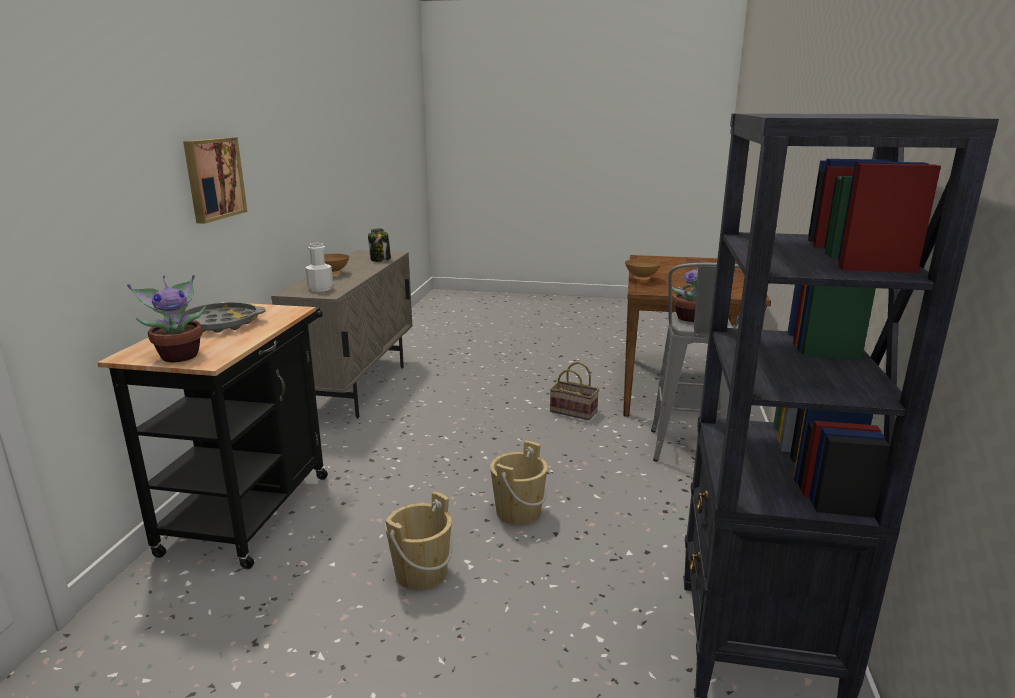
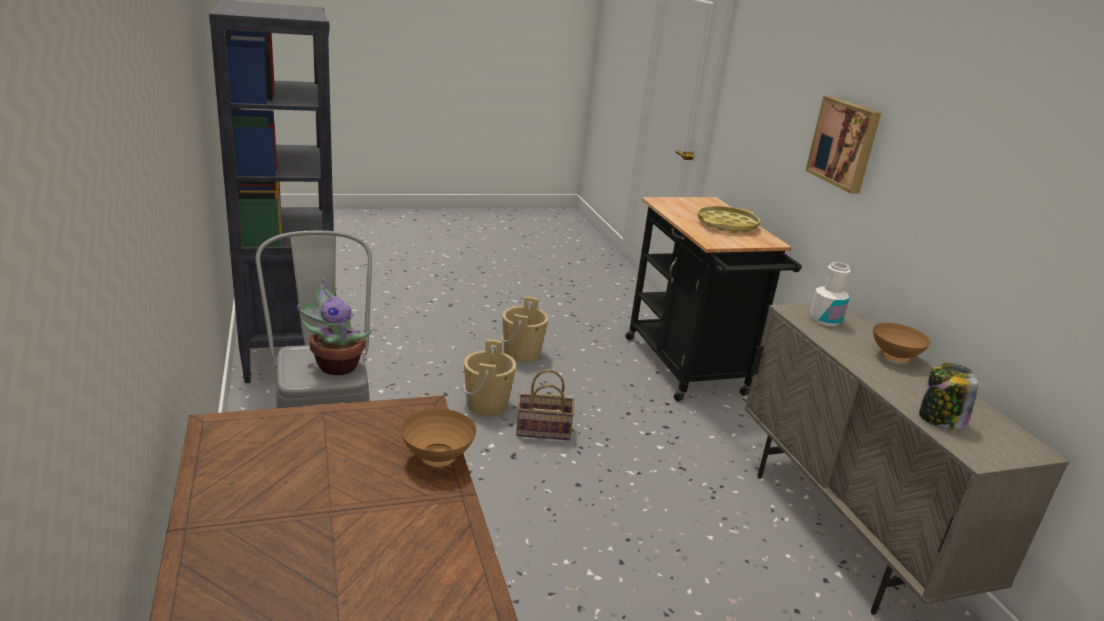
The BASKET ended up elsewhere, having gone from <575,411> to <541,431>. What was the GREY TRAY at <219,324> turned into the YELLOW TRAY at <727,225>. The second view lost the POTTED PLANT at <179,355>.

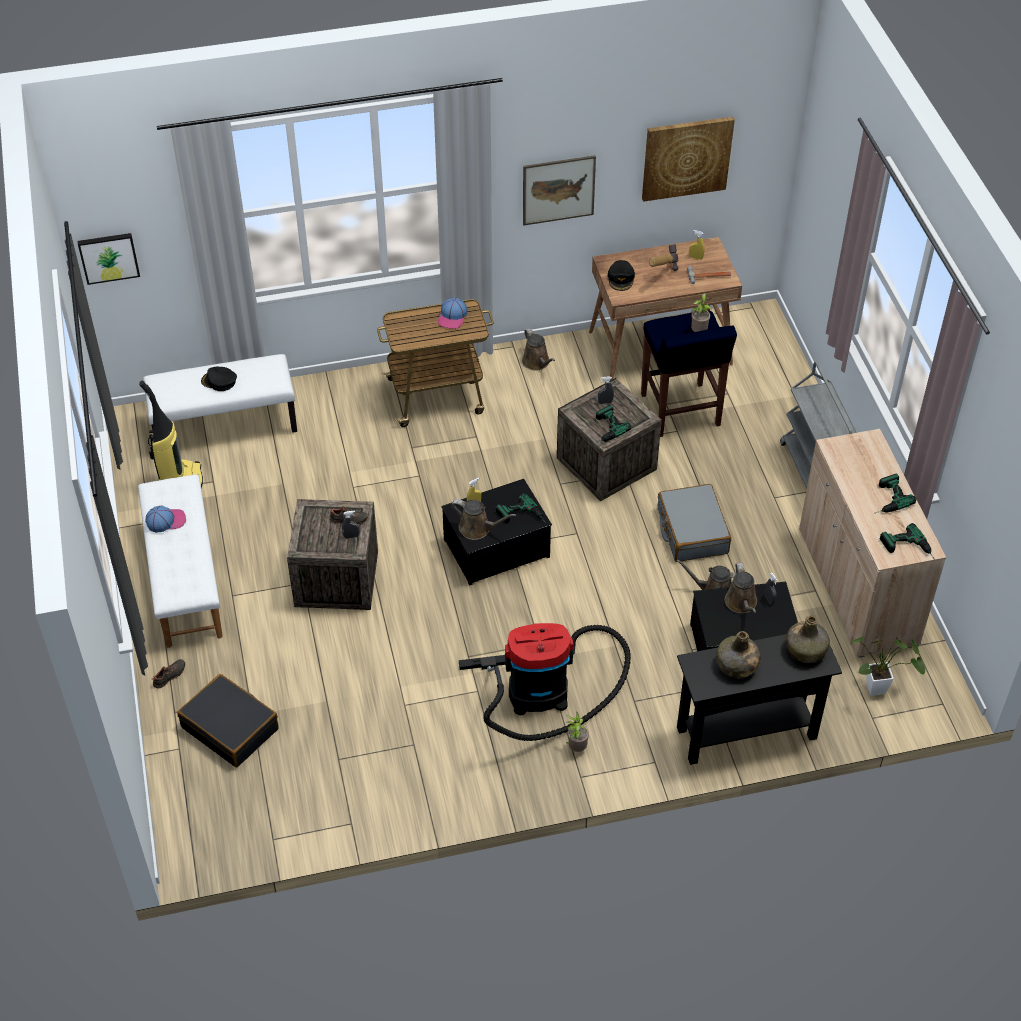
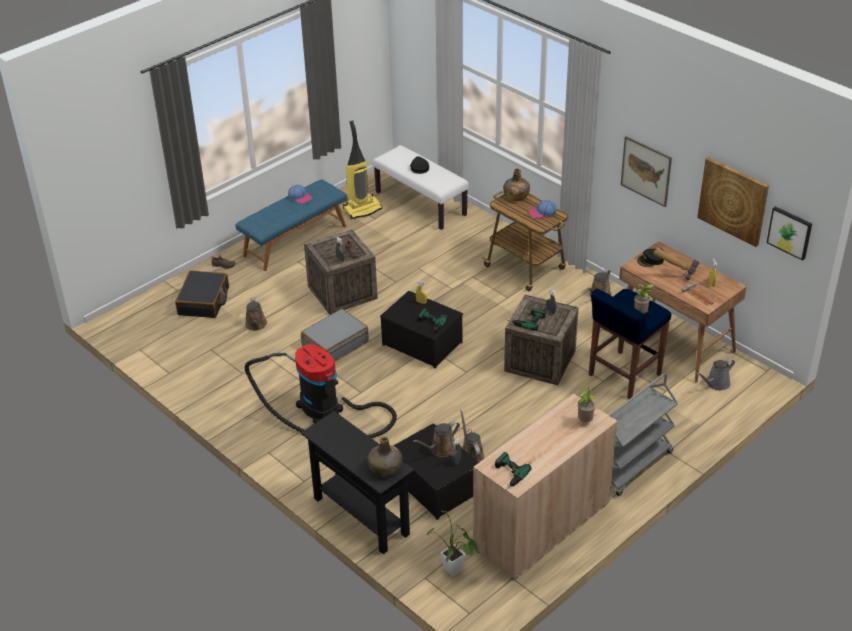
What was the WHITE BENCH at <184,579> turned into the BLUE BENCH at <294,240>. The BROWN WATERING CAN ended up elsewhere, having gone from <478,529> to <256,325>. The GREY SUITCASE ended up elsewhere, having gone from <691,531> to <335,343>. The GREEN BOTTLE ended up elsewhere, having gone from <736,665> to <516,196>. The POTTED PLANT ended up elsewhere, having gone from <576,747> to <585,420>. The second view gained the GREY WATERING CAN at <716,384>. The PICTURE ended up elsewhere, having gone from <108,257> to <790,232>. The second view lost the POWER DRILL at <886,499>.

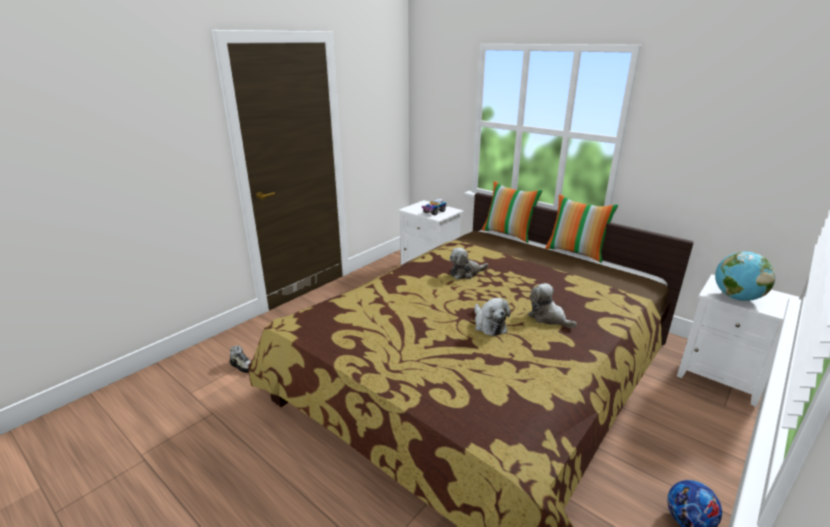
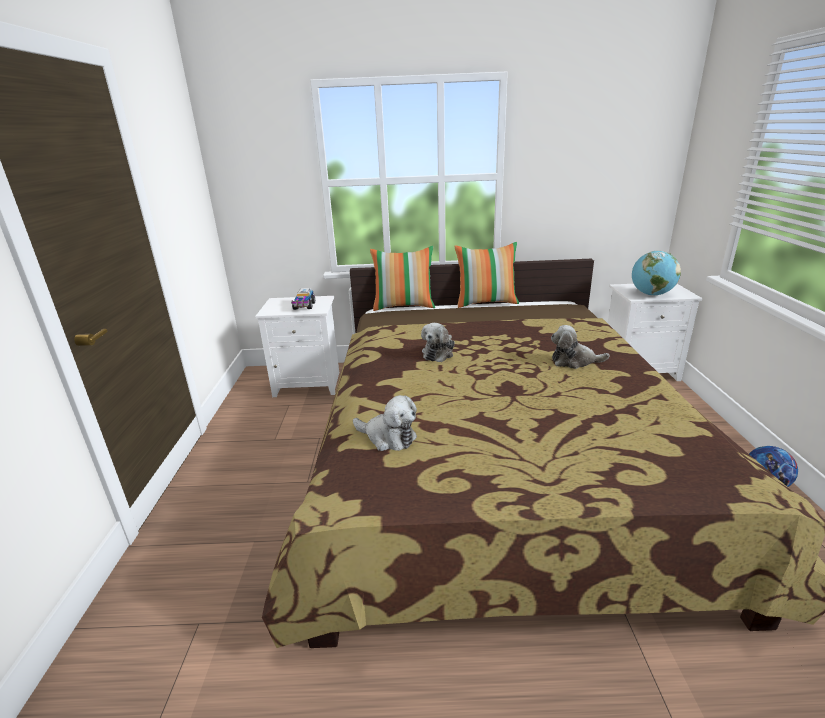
The PLUSH TOY ended up elsewhere, having gone from <489,325> to <388,437>. The second view lost the SHOE at <243,366>.

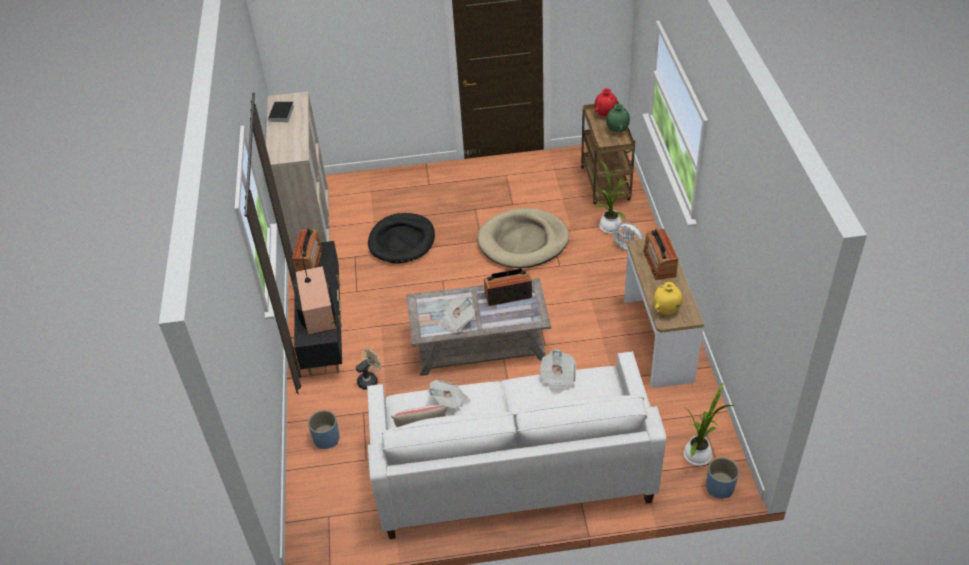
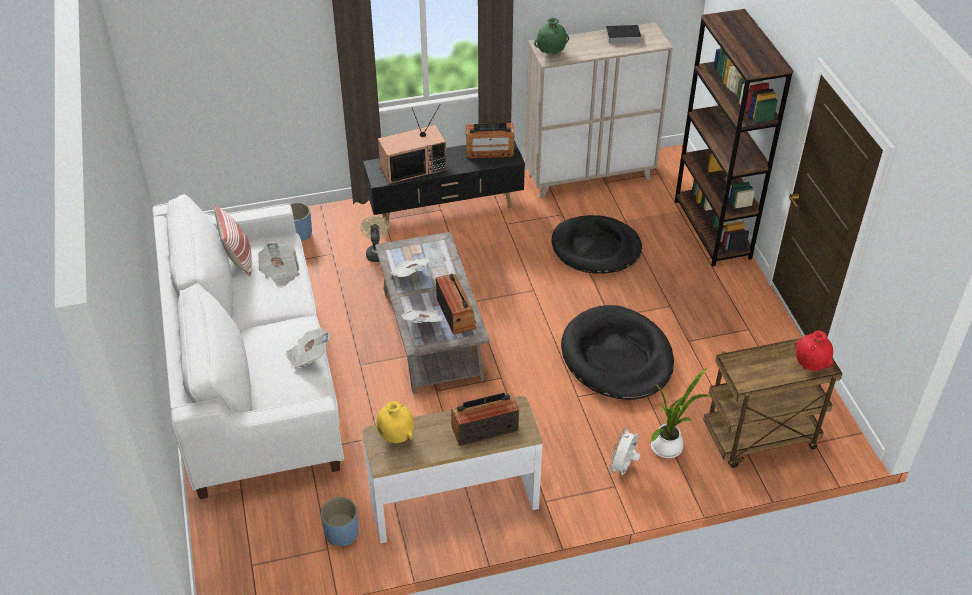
The BLUE PLANTER ended up elsewhere, having gone from <719,487> to <342,533>. The BEIGE FAN at <370,380> ended up facing another way, 135 degrees counterclockwise from before. The second view gained the NEWSPAPER at <424,324>. The GREEN VASE ended up elsewhere, having gone from <617,130> to <551,52>. What was the BEIGE DOG BED at <523,241> turned into the BLACK DOG BED at <617,357>. The second view gained the BROWN BOOKCASE at <712,229>. The second view lost the POTTED PLANT at <699,454>.

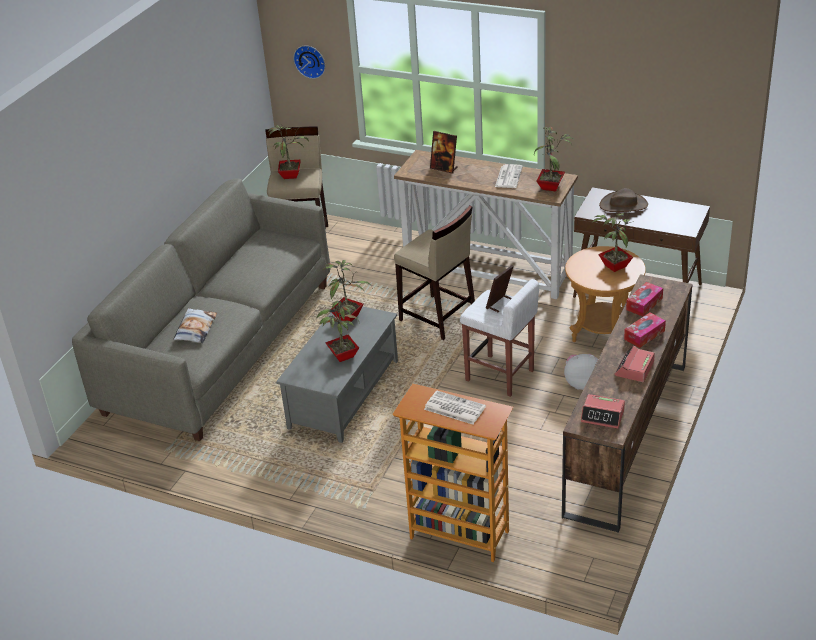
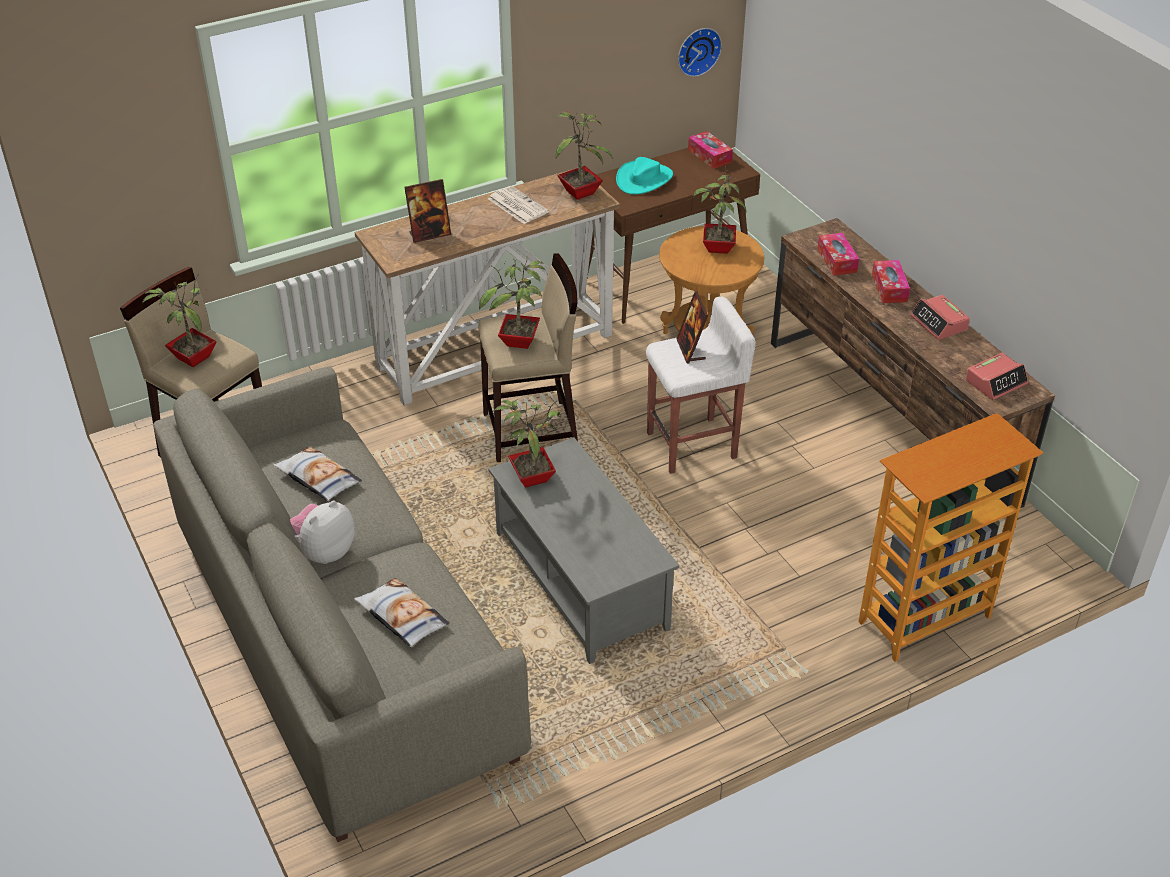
The second view gained the PILLOW at <318,479>. The PLUSH TOY ended up elsewhere, having gone from <582,383> to <323,552>. The POTTED PLANT ended up elsewhere, having gone from <342,356> to <519,343>. What was the BROWN HAT at <623,205> turned into the TURQUOISE HAT at <644,179>. The WALL CLOCK ended up elsewhere, having gone from <310,60> to <697,50>. The second view gained the TISSUE BOX at <709,156>. The second view lost the NEWSPAPER at <453,408>.

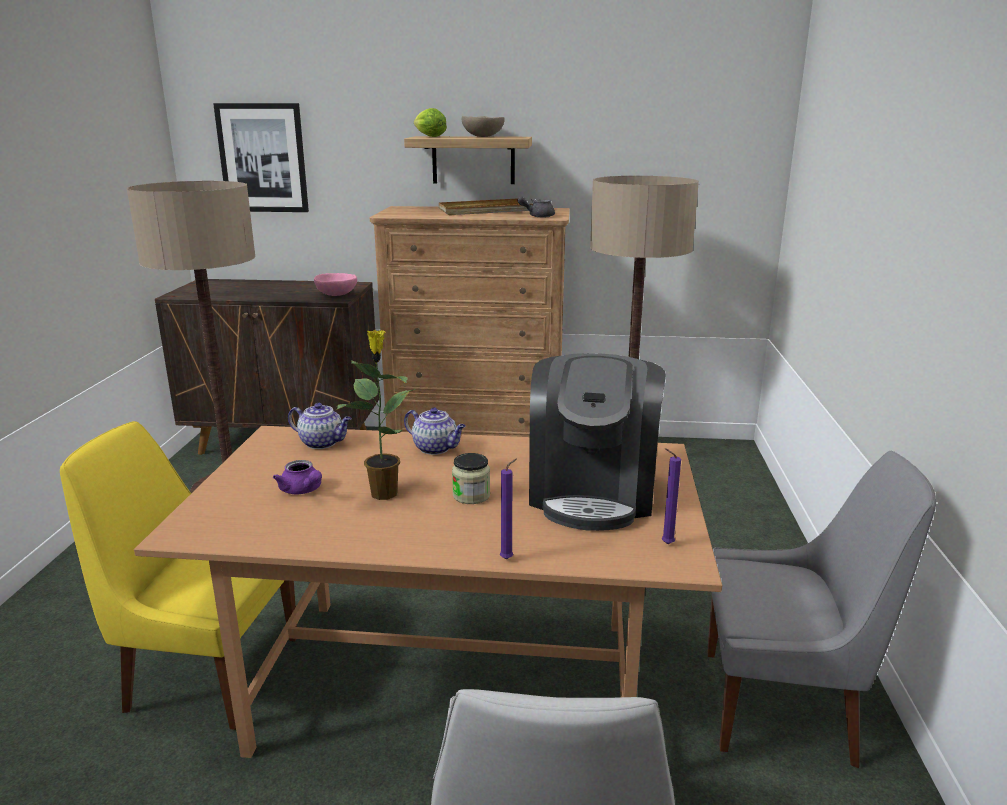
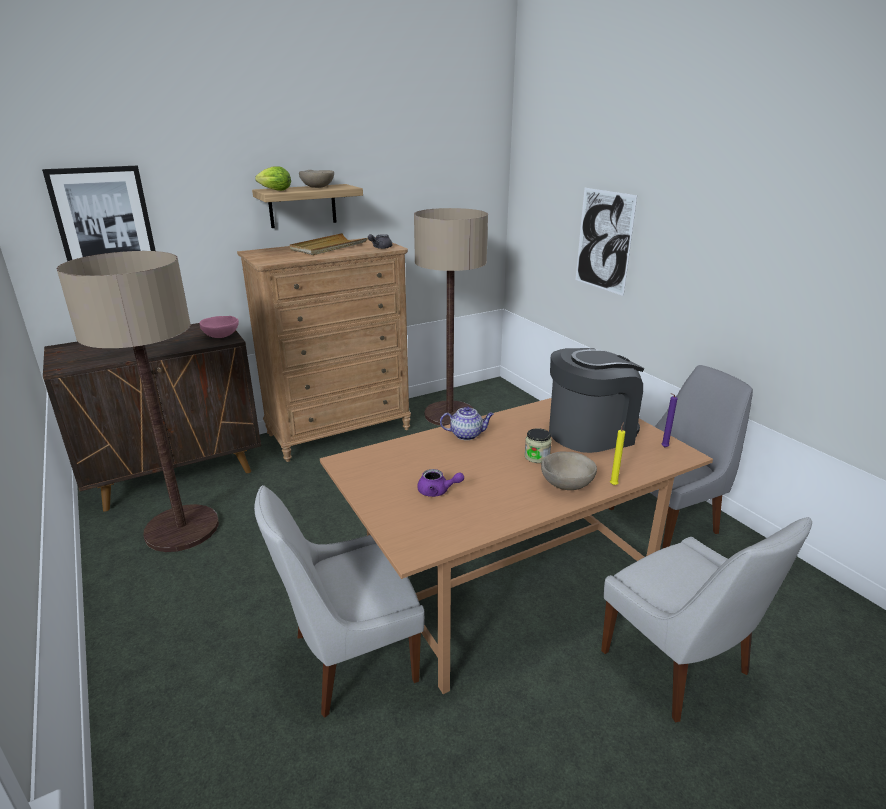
What was the YELLOW CHAIR at <208,672> turned into the WHITE CHAIR at <349,659>. The second view gained the BEIGE BOWL at <567,484>. The COFFEE MACHINE at <592,493> ended up facing another way, 90 degrees counterclockwise from before. The second view gained the PICTURE at <604,241>. What was the PURPLE CANDLE at <508,558> turned into the YELLOW CANDLE at <614,484>. The second view lost the TEAPOT at <322,443>. The second view lost the POTTED PLANT at <384,492>.

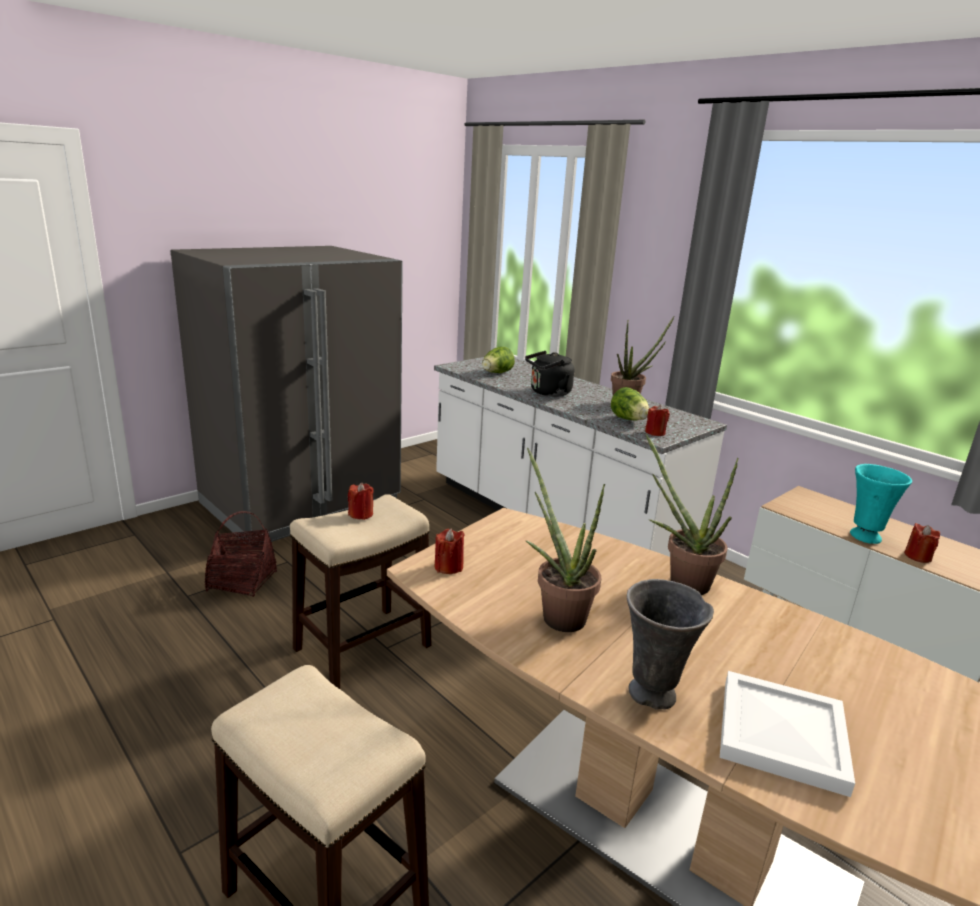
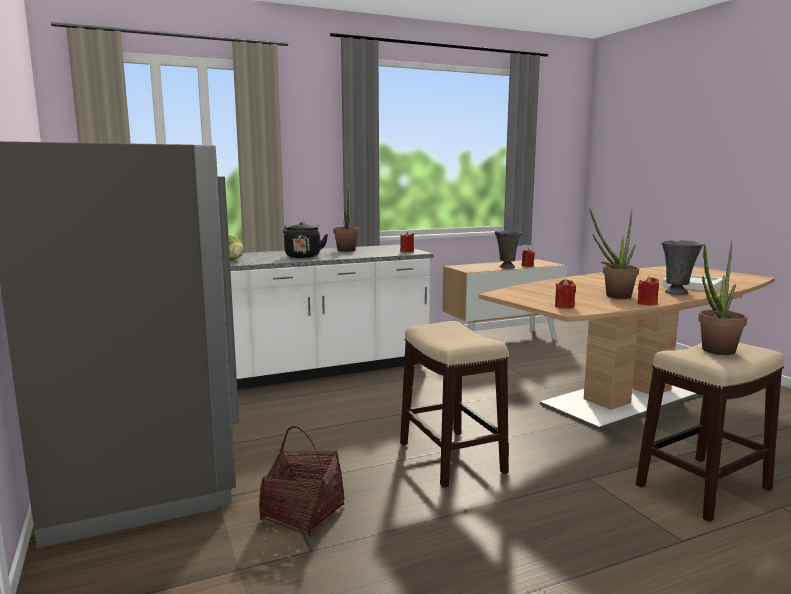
What was the TURQUOISE VASE at <864,536> turned into the GREY VASE at <506,267>. The RED CANDLE ended up elsewhere, having gone from <361,514> to <647,303>. The POTTED PLANT ended up elsewhere, having gone from <681,581> to <714,351>. The second view lost the LETTUCE at <629,420>.

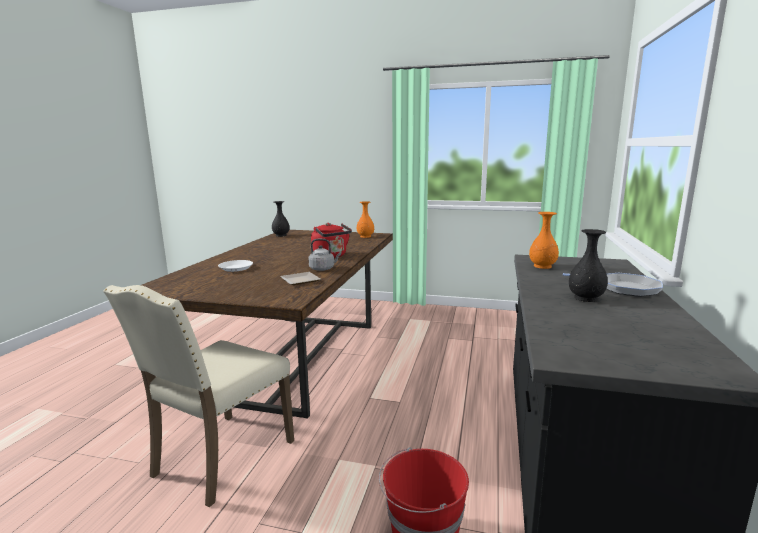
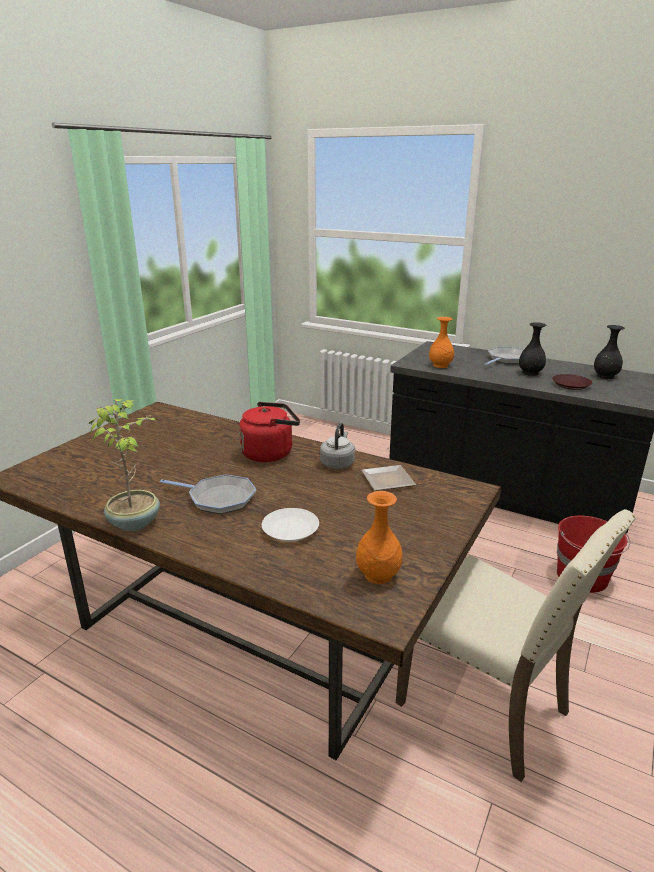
The second view gained the POTTED PLANT at <135,522>. The second view gained the FRYING PAN at <218,498>. The ORANGE VASE ended up elsewhere, having gone from <365,236> to <377,575>. The second view gained the BROWN PLATE at <571,385>. The BLACK VASE ended up elsewhere, having gone from <281,235> to <605,376>.

